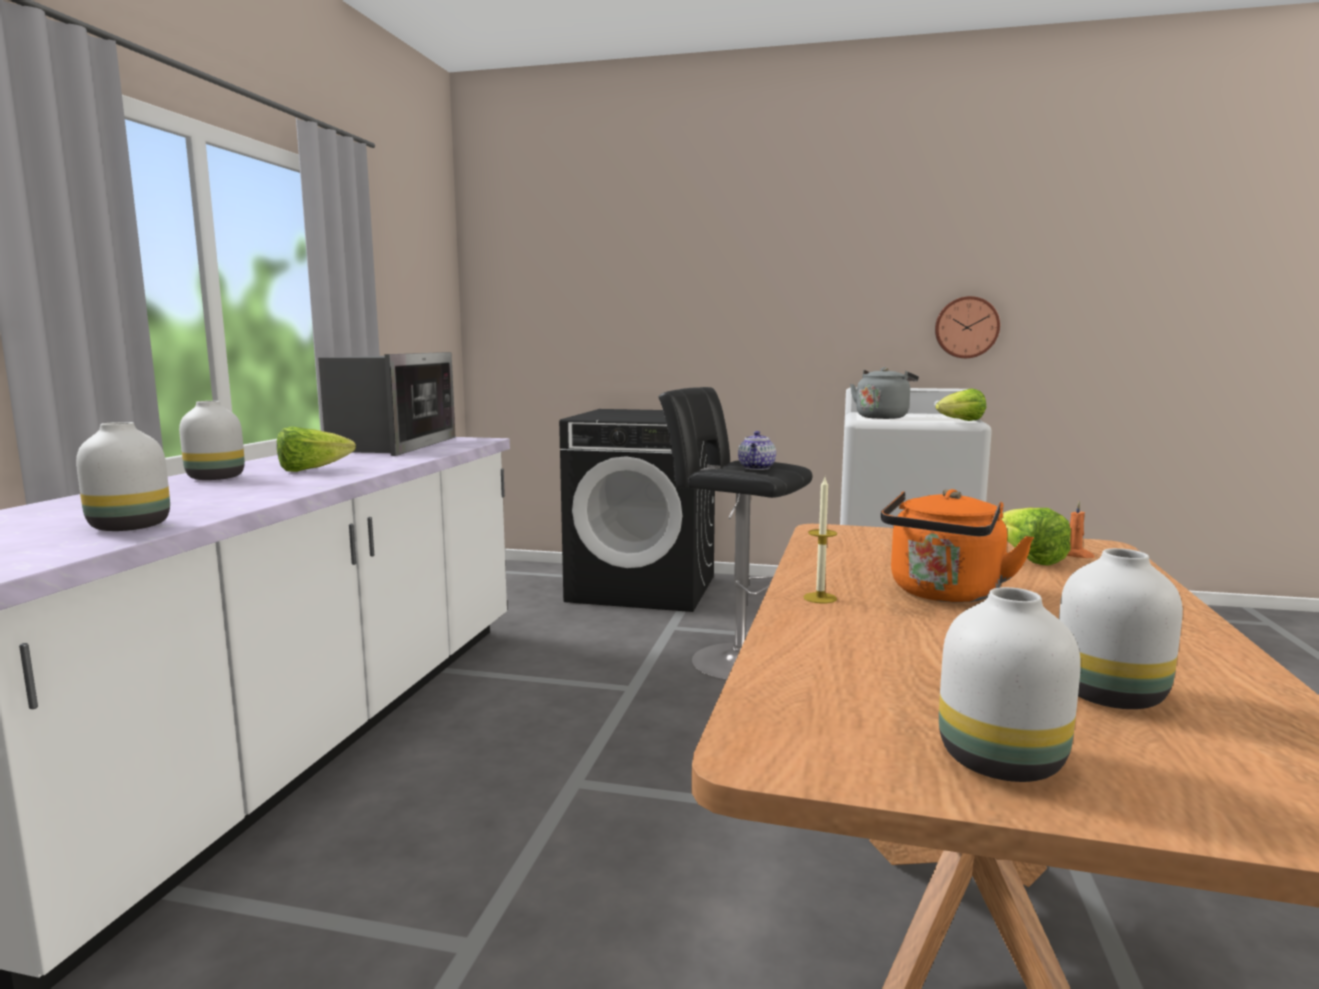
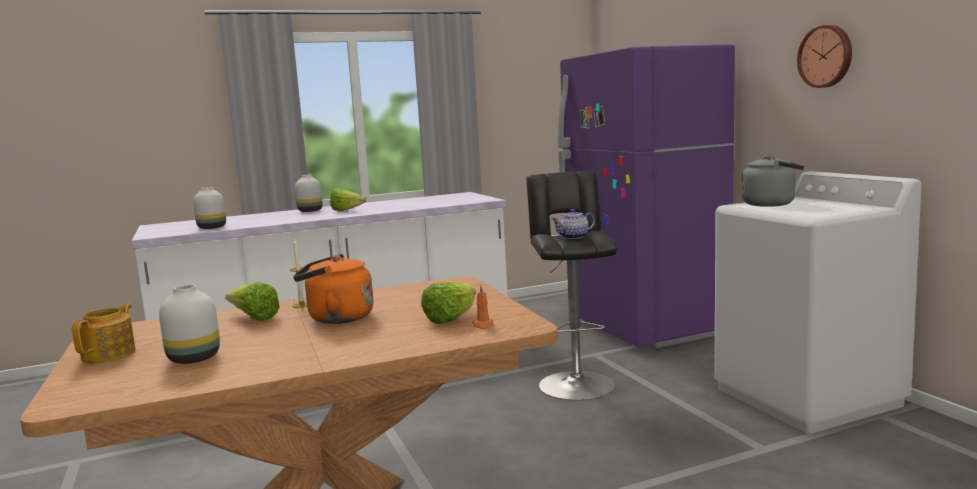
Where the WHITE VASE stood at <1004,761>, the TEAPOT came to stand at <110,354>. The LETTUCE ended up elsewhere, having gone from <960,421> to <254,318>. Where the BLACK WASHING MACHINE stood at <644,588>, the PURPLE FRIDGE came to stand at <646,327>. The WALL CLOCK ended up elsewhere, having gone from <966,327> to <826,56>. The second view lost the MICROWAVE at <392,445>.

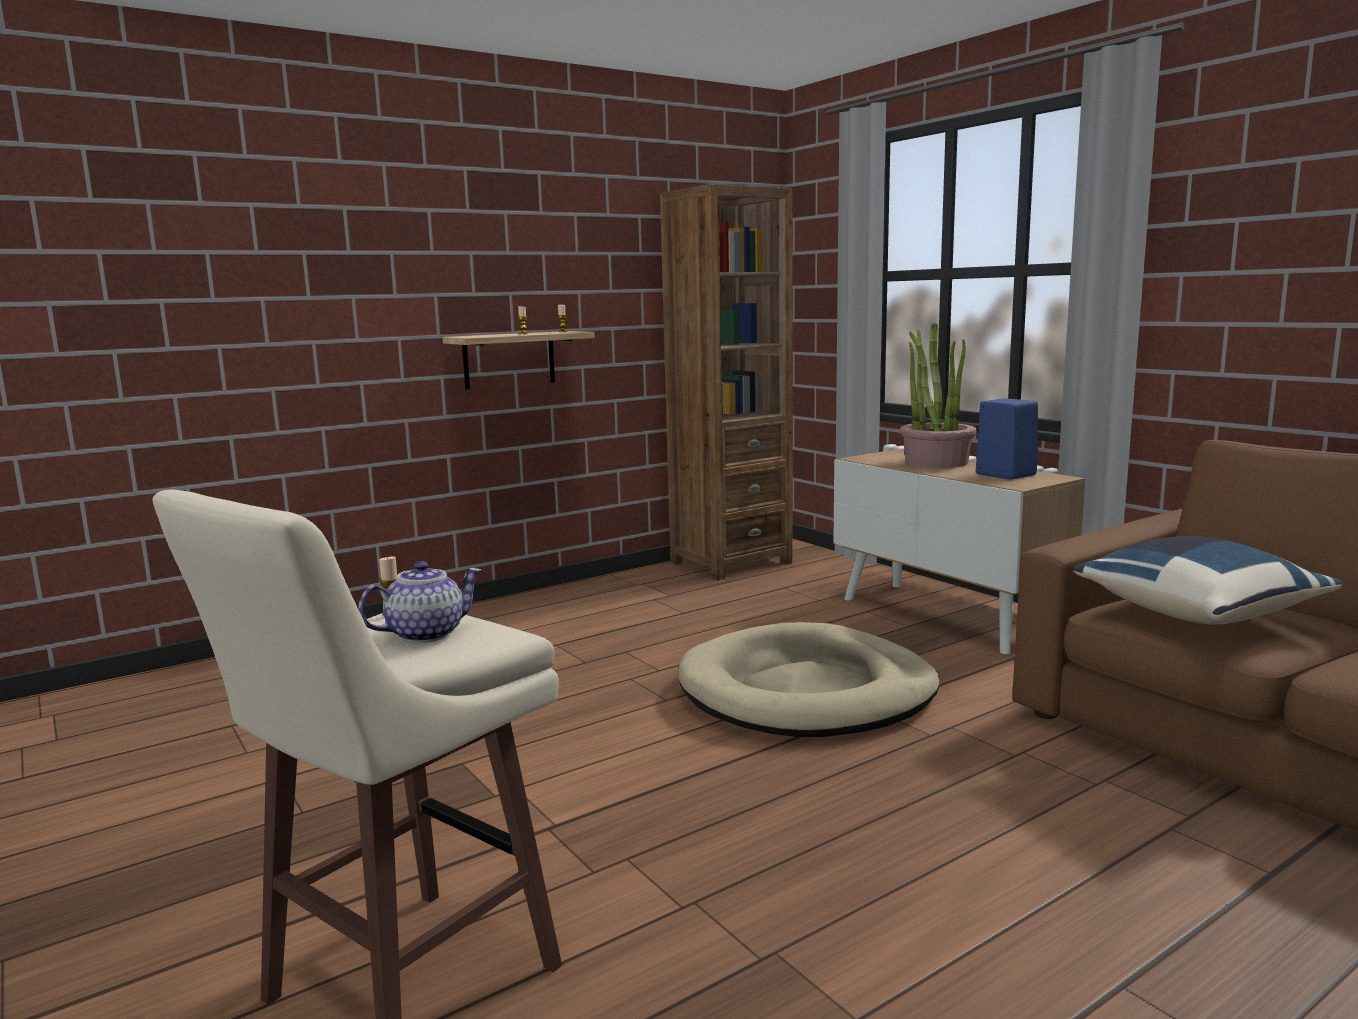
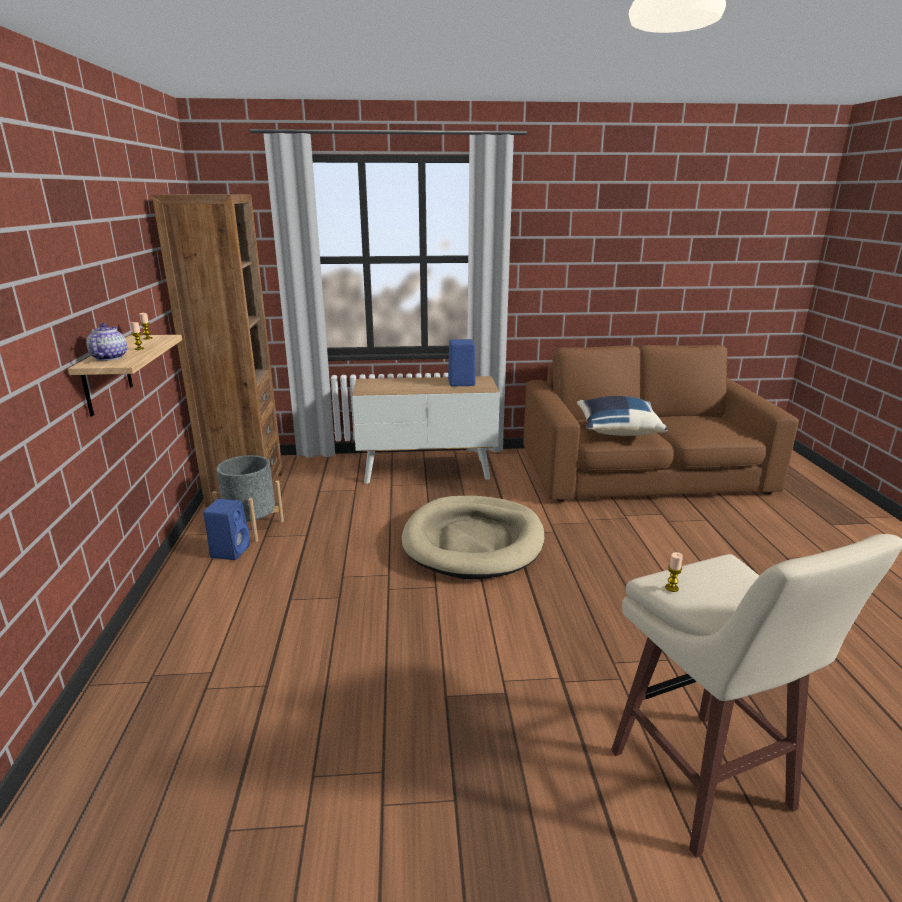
The TEAPOT ended up elsewhere, having gone from <426,633> to <109,357>. The second view gained the BLUE SPEAKER at <231,551>. The second view gained the GREY PLANTER at <252,527>. The second view lost the POTTED PLANT at <935,462>.

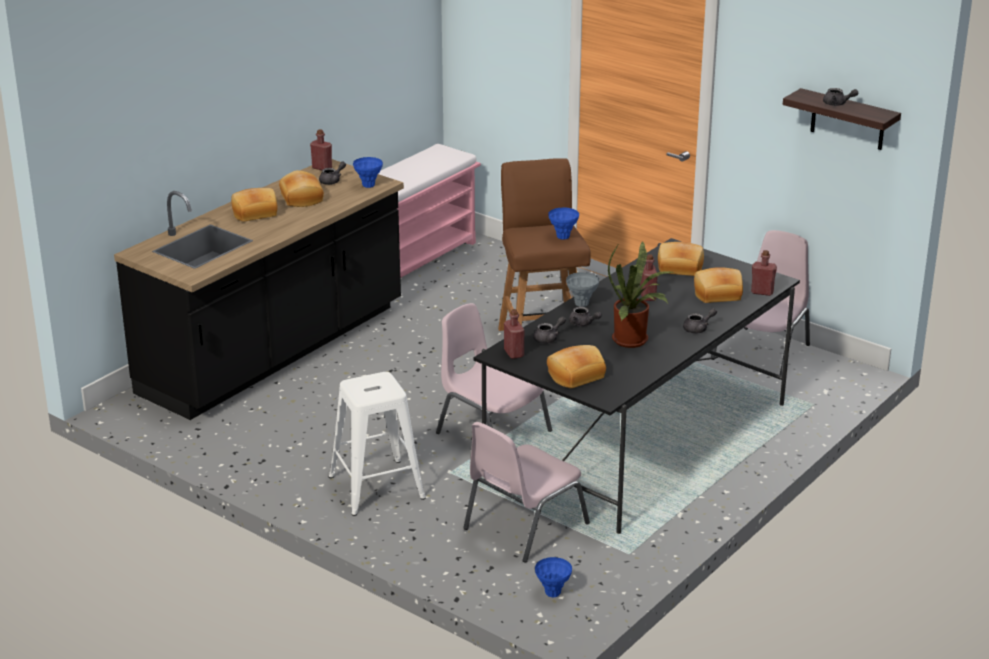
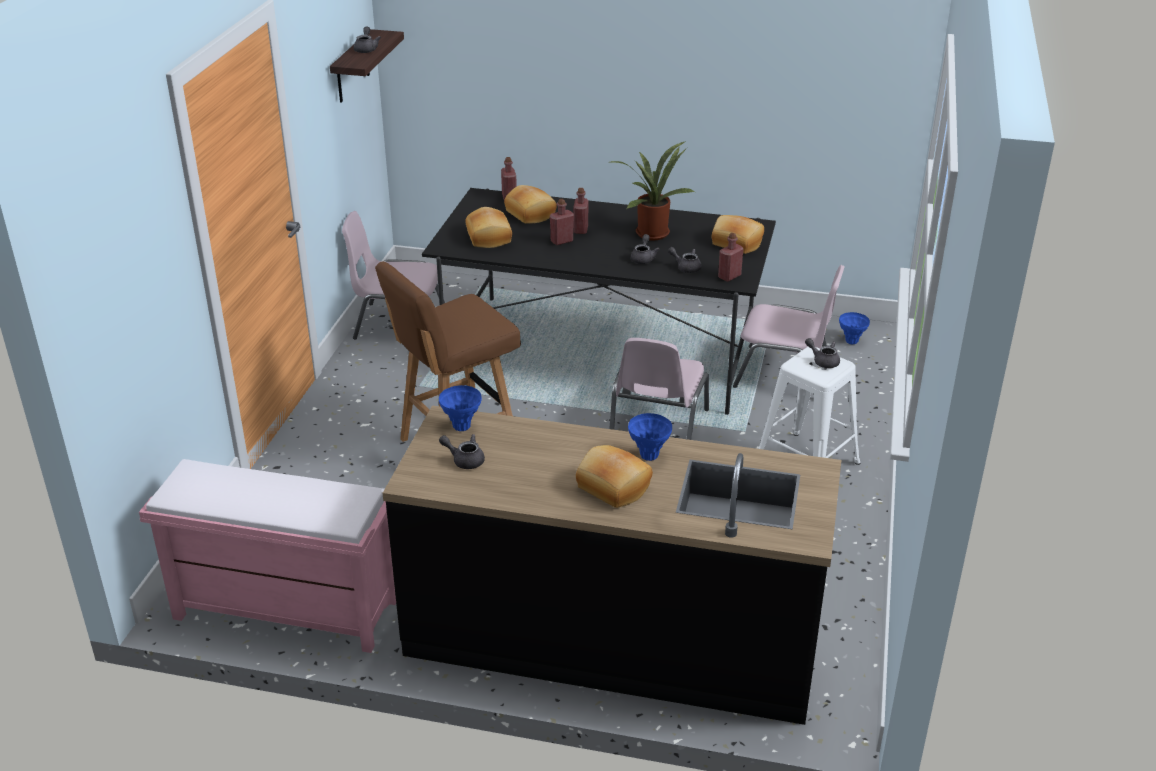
The RED BOTTLE ended up elsewhere, having gone from <322,168> to <580,229>. The BLUE VASE ended up elsewhere, having gone from <563,237> to <649,456>. The GREY TEAPOT ended up elsewhere, having gone from <698,329> to <823,361>. The second view lost the BREAD at <300,198>. The second view lost the GREY VASE at <582,304>.

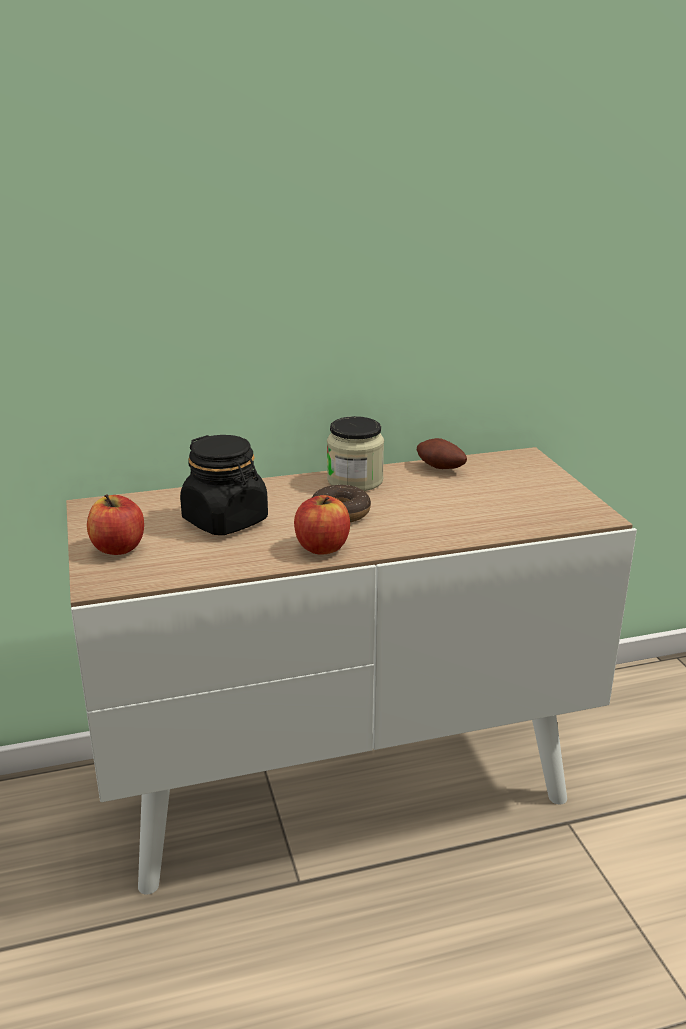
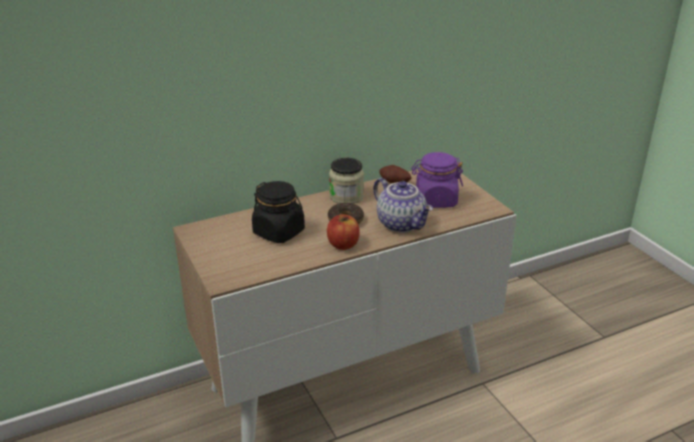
The second view gained the TEAPOT at <402,224>. The second view gained the PURPLE JAR at <435,200>. The second view lost the APPLE at <118,548>.

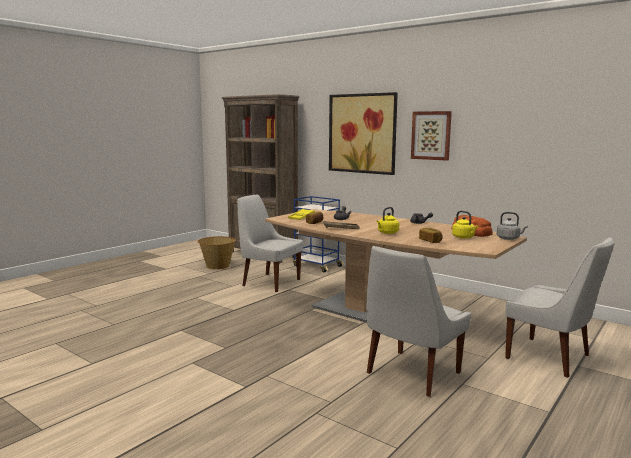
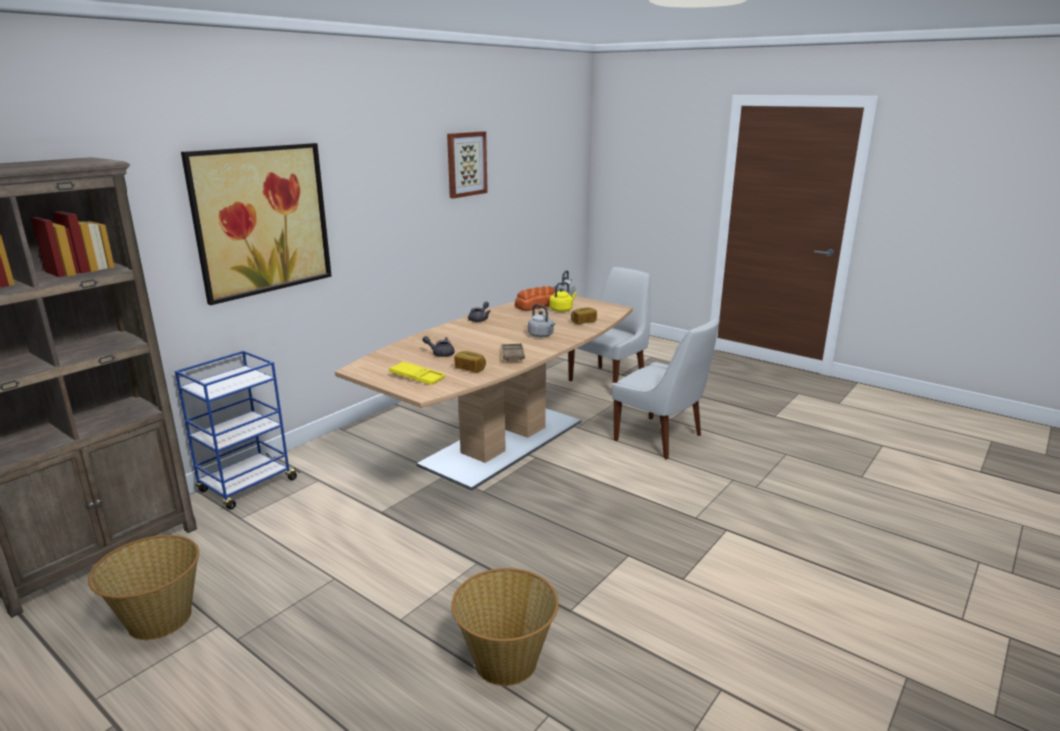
The PICTURE ended up elsewhere, having gone from <431,135> to <466,164>. The second view gained the BASKET at <506,660>. What was the YELLOW KETTLE at <387,233> turned into the GREY KETTLE at <541,335>. The second view lost the WHITE CHAIR at <269,282>.

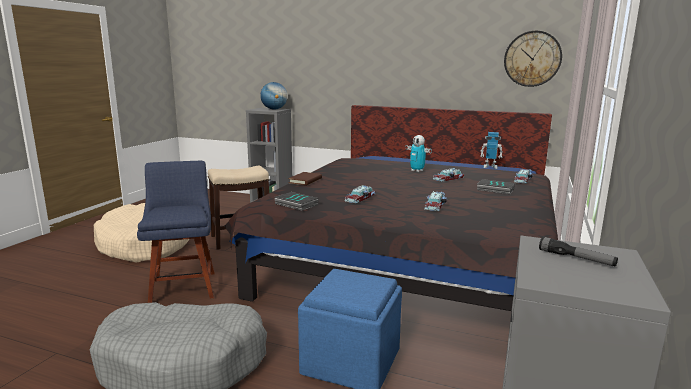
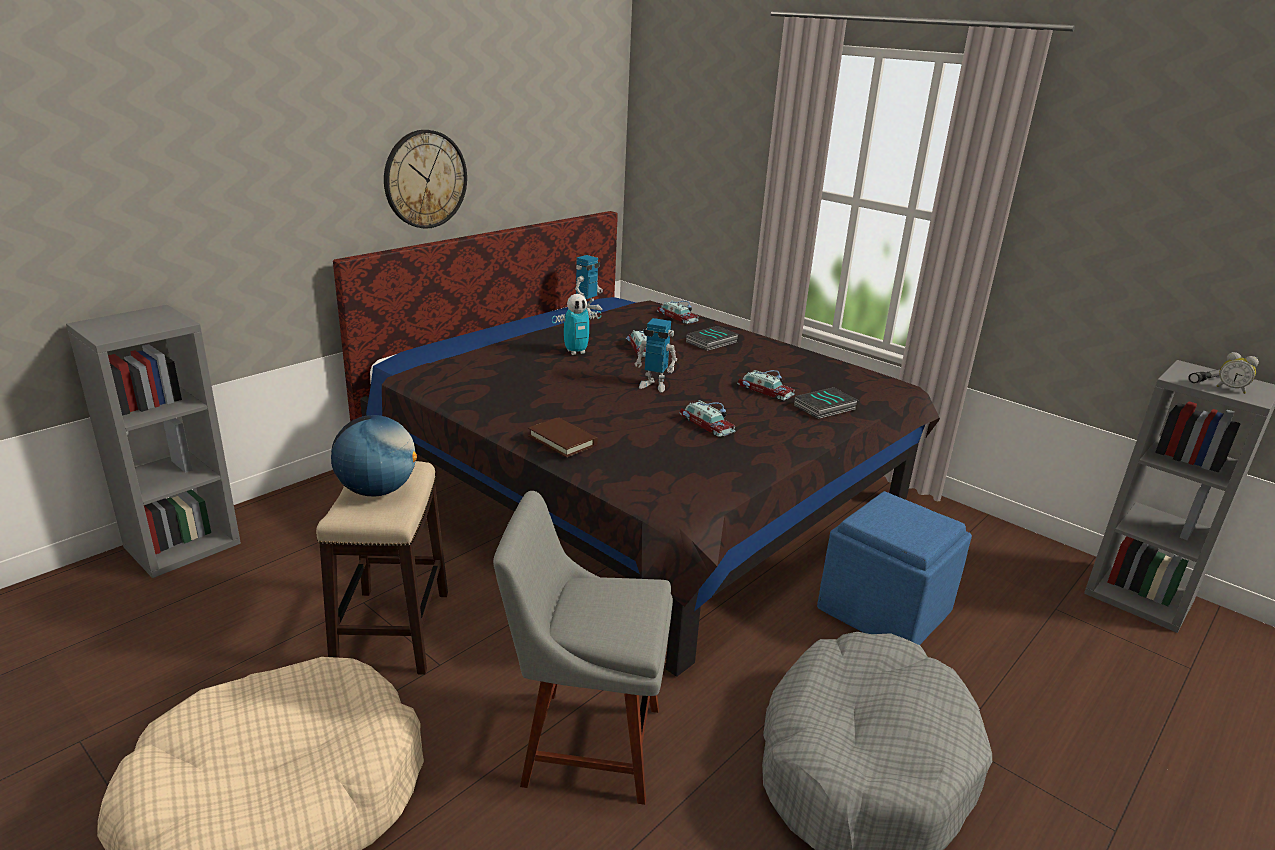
The GLOBE ended up elsewhere, having gone from <274,109> to <377,490>. The WALL CLOCK ended up elsewhere, having gone from <532,59> to <425,179>. What was the BLUE CHAIR at <183,286> turned into the GREY CHAIR at <584,743>. The second view gained the TOY ROBOT at <654,385>. The BOOK ended up elsewhere, having gone from <295,204> to <825,408>. The second view gained the ALARM CLOCK at <1231,389>.

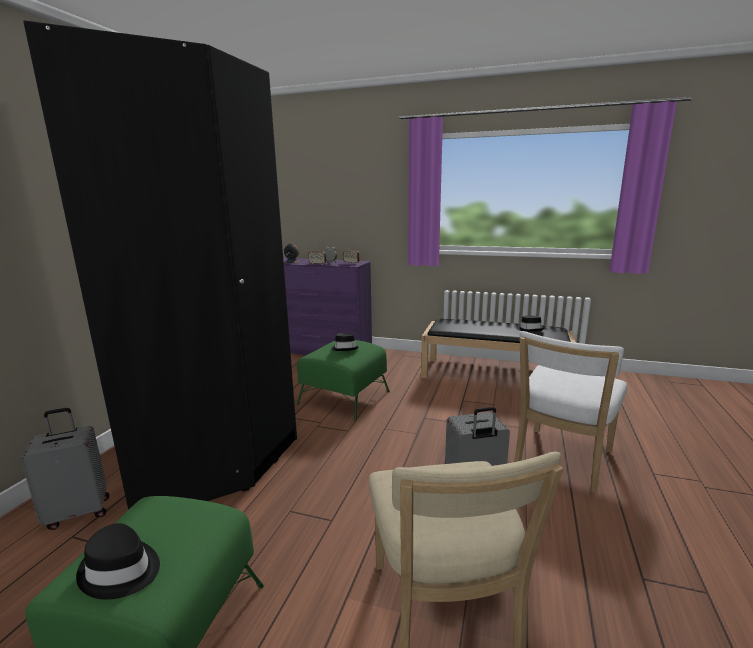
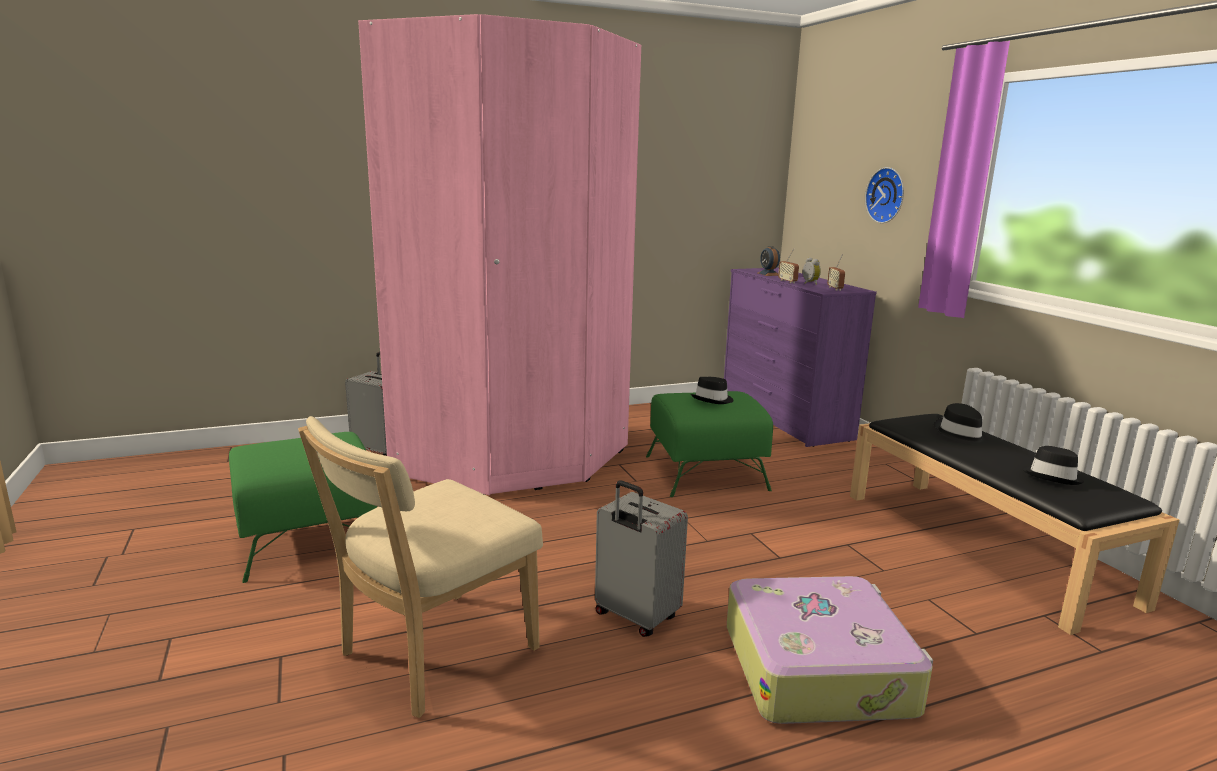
What was the BLACK WARDROBE at <213,451> turned into the PINK WARDROBE at <513,458>. Where the WHITE CHAIR stood at <561,461>, the SUITCASE came to stand at <819,668>. The second view gained the WALL CLOCK at <887,195>. The BLACK HAT ended up elsewhere, having gone from <120,571> to <961,434>.

